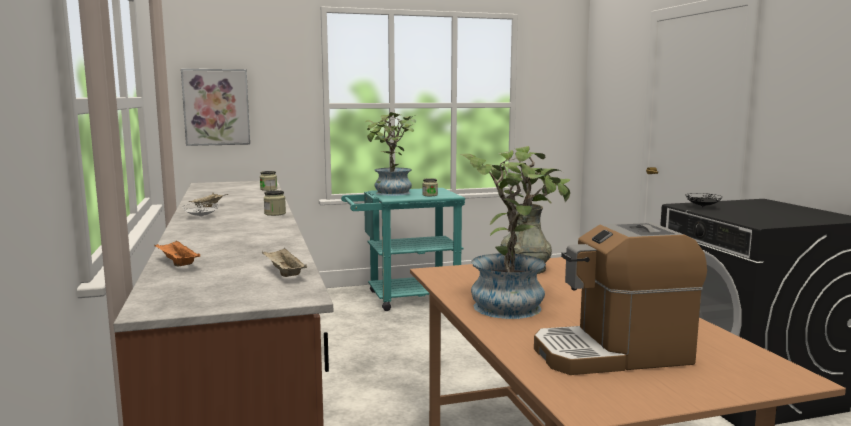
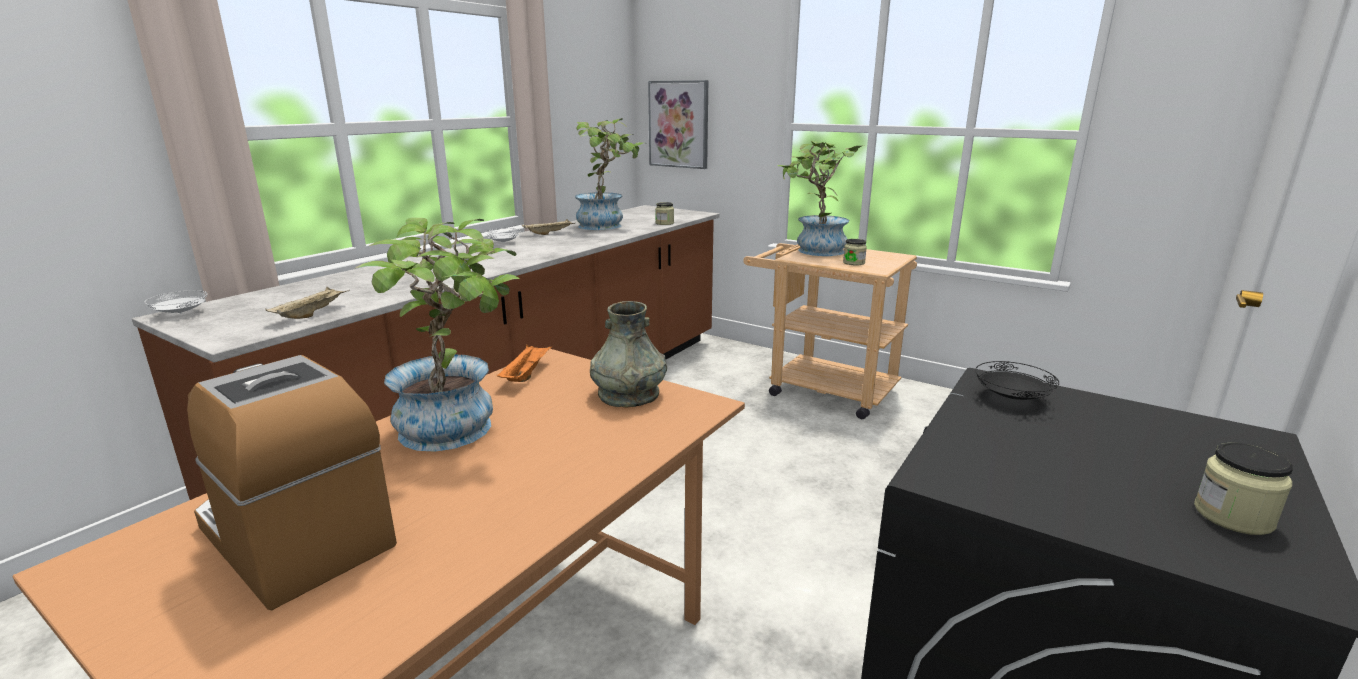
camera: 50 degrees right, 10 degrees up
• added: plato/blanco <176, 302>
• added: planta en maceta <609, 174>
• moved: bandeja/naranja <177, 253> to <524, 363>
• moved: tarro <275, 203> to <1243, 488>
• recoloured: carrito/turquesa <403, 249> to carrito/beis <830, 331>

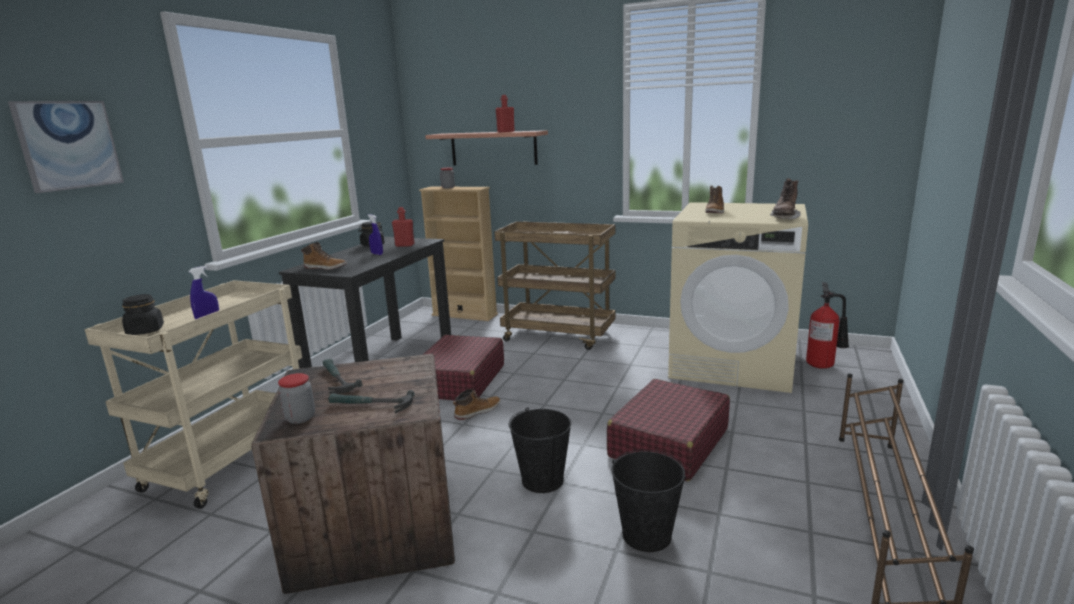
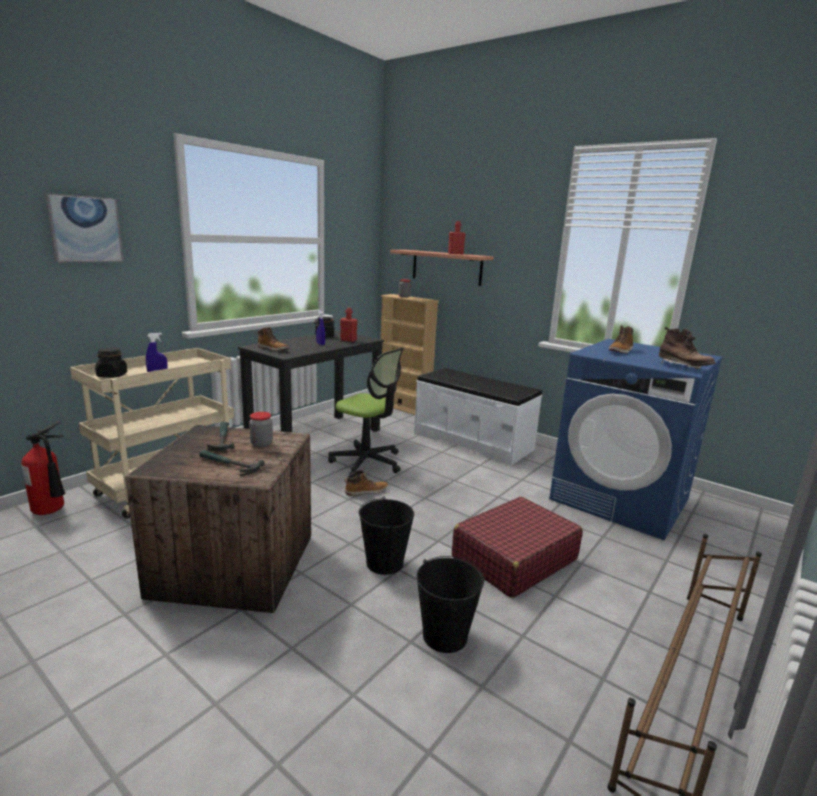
camera: 15 degrees right, 0 degrees up
• moved: tarro <296, 398> to <261, 430>
• moved: extintor <827, 325> to <43, 468>
• replaced: maleta/rojo <463, 368> to silla de oficina <365, 411>
• replaced: carrito/marrón <555, 285> to banco/blanco <478, 417>
• recoloured: lavadora/beis <738, 297> to lavadora/azul <636, 439>
• turned: bota/marrón <785, 199> = <687, 348> 75 degrees counterclockwise

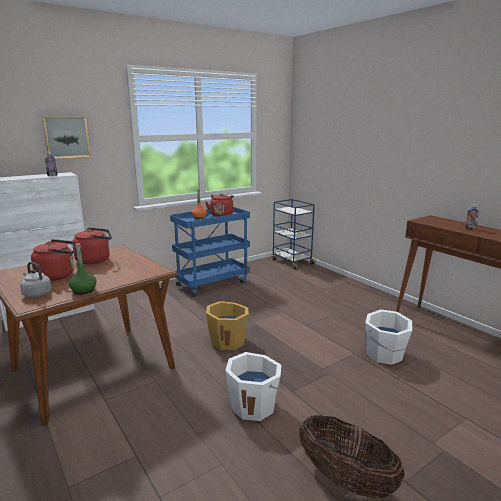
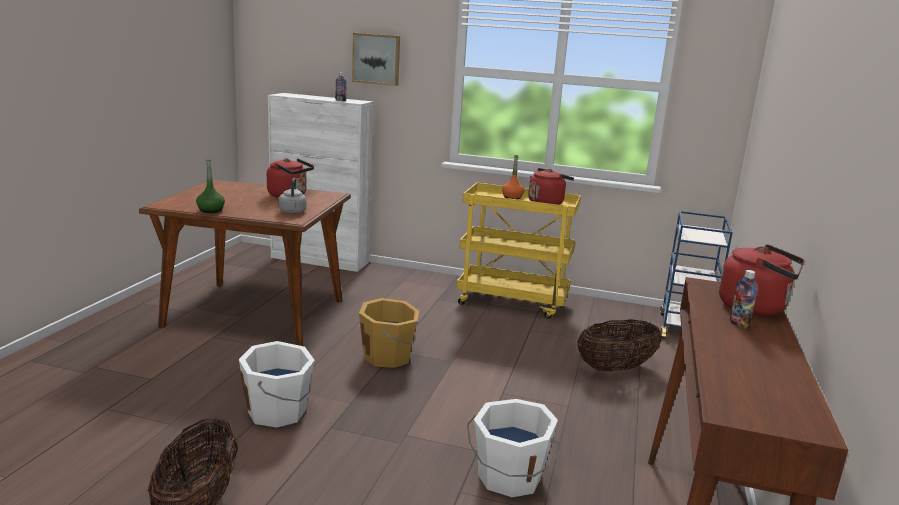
camera: 50 degrees right, 0 degrees up
• added: cesta <619, 345>
• moved: hervidor/gris <35, 279> to <292, 195>
• moved: hervidor/rojo <53, 260> to <761, 280>
• recoloured: carrito/azul <210, 252> to carrito/amarillo <519, 250>

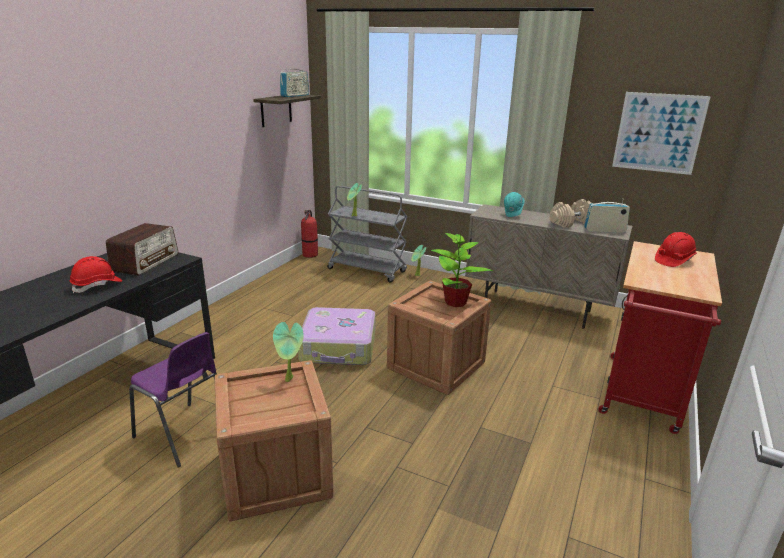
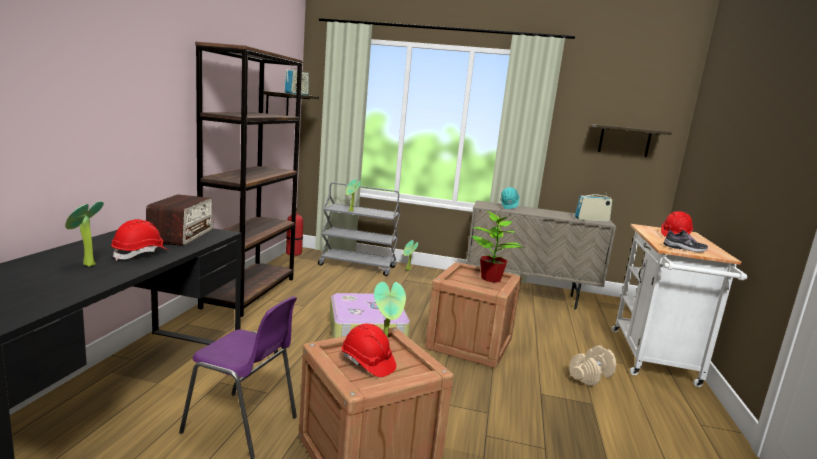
camera: 15 degrees left, 10 degrees down
• added: planta en maceta <84, 234>
• added: estantería/marrón <249, 179>
• added: casco/rojo <369, 350>
• added: zapato <685, 240>
• moved: mancuerna/beis <570, 213> to <592, 365>
• replaced: cuadro <661, 133> to estante <632, 140>
• recoloured: carrito/rojo <660, 337> to carrito/blanco <679, 305>

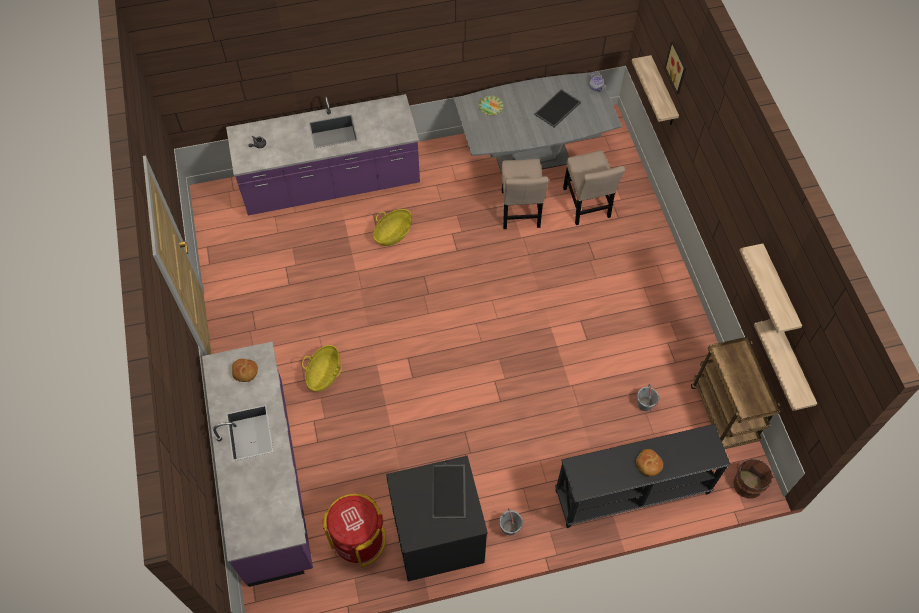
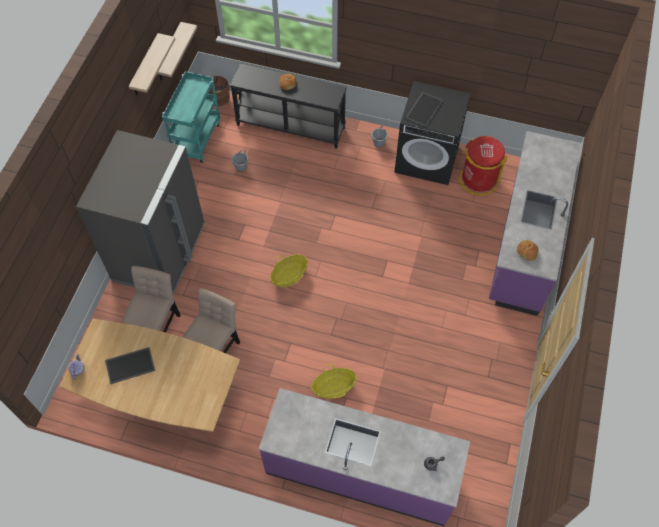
camera: 150 degrees left, 0 degrees up
• removed: plato <491, 105>
• removed: estante <655, 90>
• removed: cuadro <675, 67>
• added: nevera/gris <140, 212>
• moved: cesta <322, 368> to <289, 271>
• recoloured: mesa de comedor/gris <538, 123> to mesa de comedor/marrón <150, 375>
• recoloured: carrito/marrón <736, 393> to carrito/turquesa <191, 117>

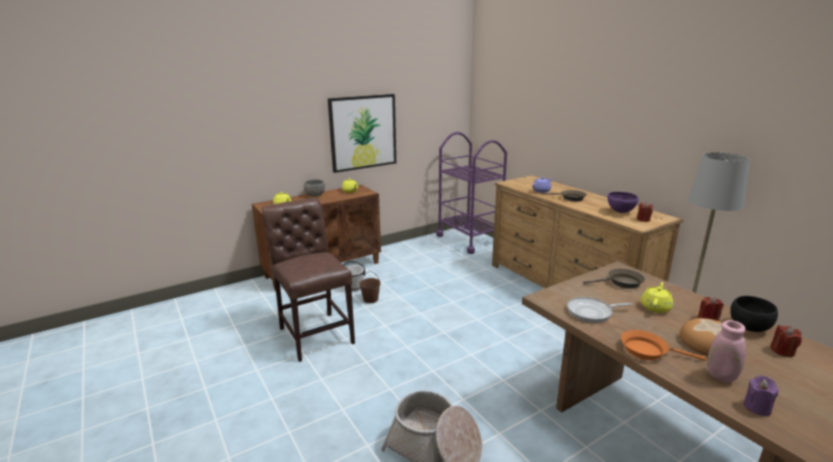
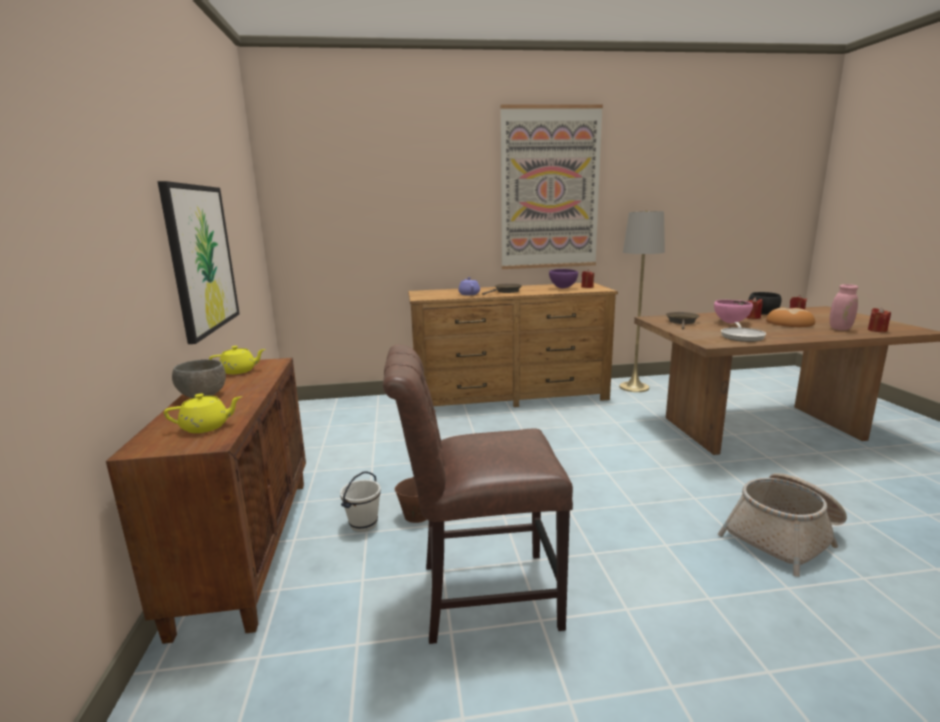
camera: 65 degrees left, 5 degrees down
• removed: carrito/morado <471, 193>
• removed: sartén/naranja <663, 345>
• added: cuadro <551, 186>
• replaced: tetera/amarillo <657, 297> to cuenco/rosa <733, 311>
• recoloured: vela/morado <761, 396> to vela/rojo <879, 320>

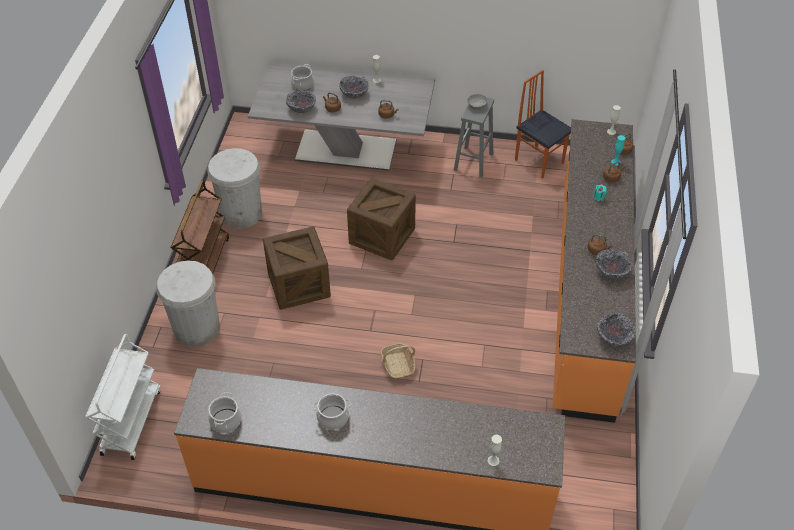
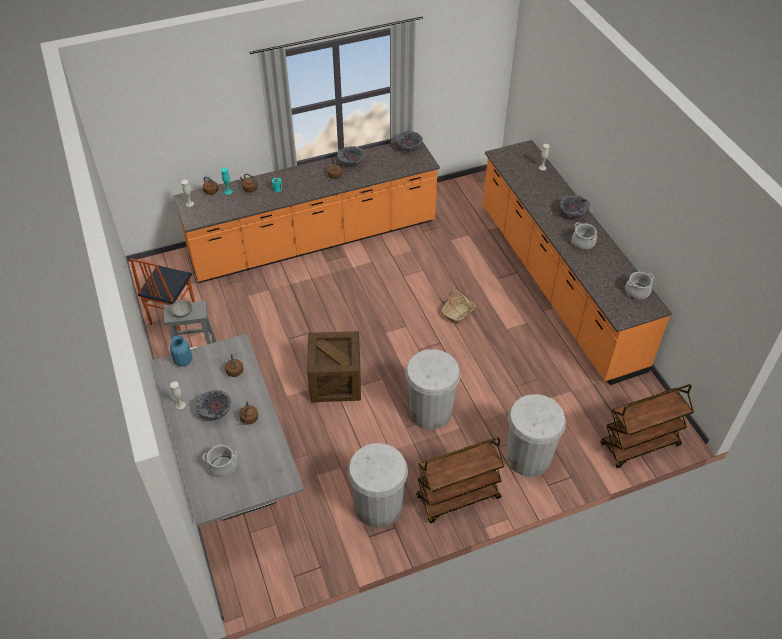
camera: 120 degrees left, 0 degrees up
• added: florero/azul <181, 351>
• moved: cuenco <301, 101> to <575, 206>
• replaced: caja de embalaje <297, 268> to papelera/blanco <433, 389>
• recoloured: carrito/blanco <123, 397> to carrito/marrón <647, 426>

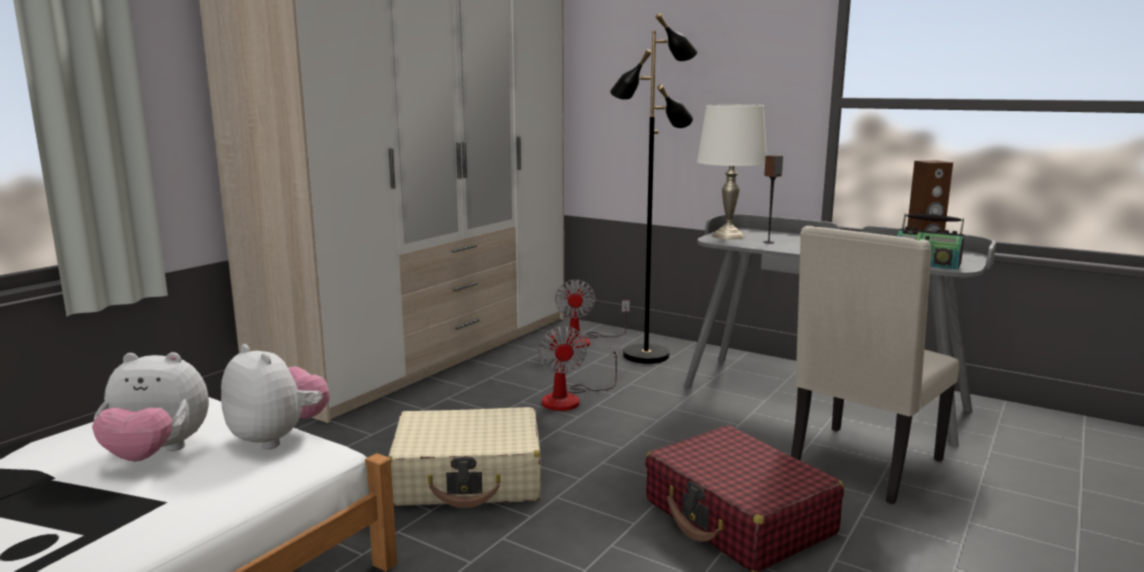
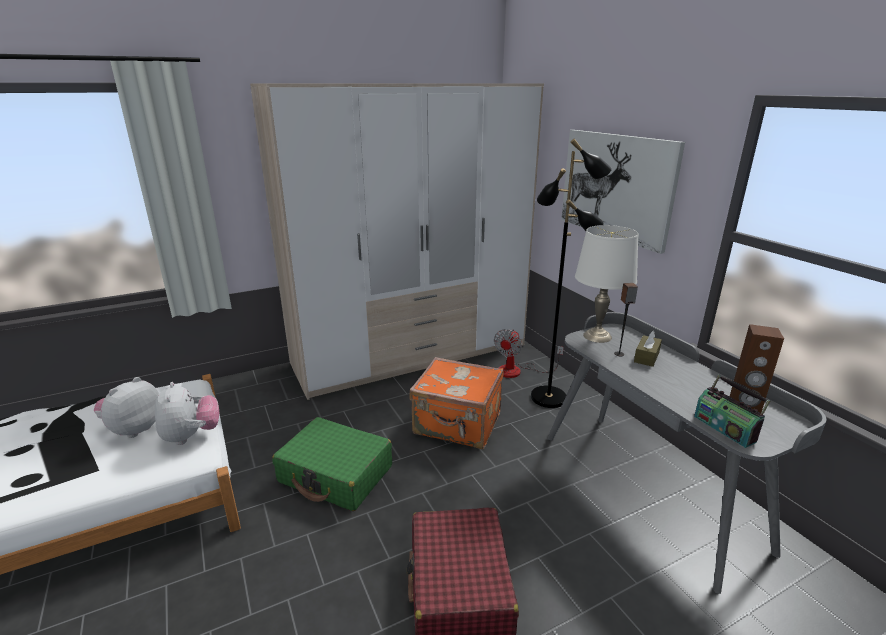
camera: 30 degrees right, 10 degrees up
• removed: silla/beis <875, 365>
• added: cuadro <623, 192>
• added: caja de pañuelos/marrón <648, 349>
• replaced: ventilador <578, 368> to maleta/naranja <456, 403>
• recoloured: maleta/beis <464, 457> to maleta/verde <332, 464>
• turned: peluche <150, 406> = <126, 407> 90 degrees clockwise

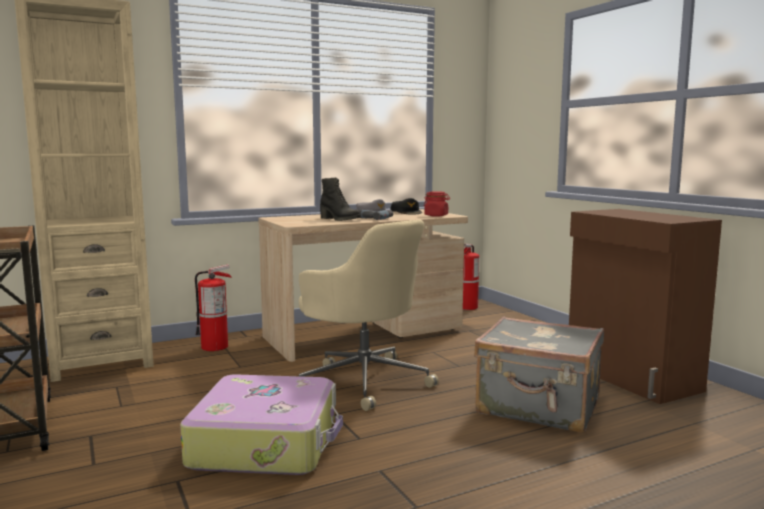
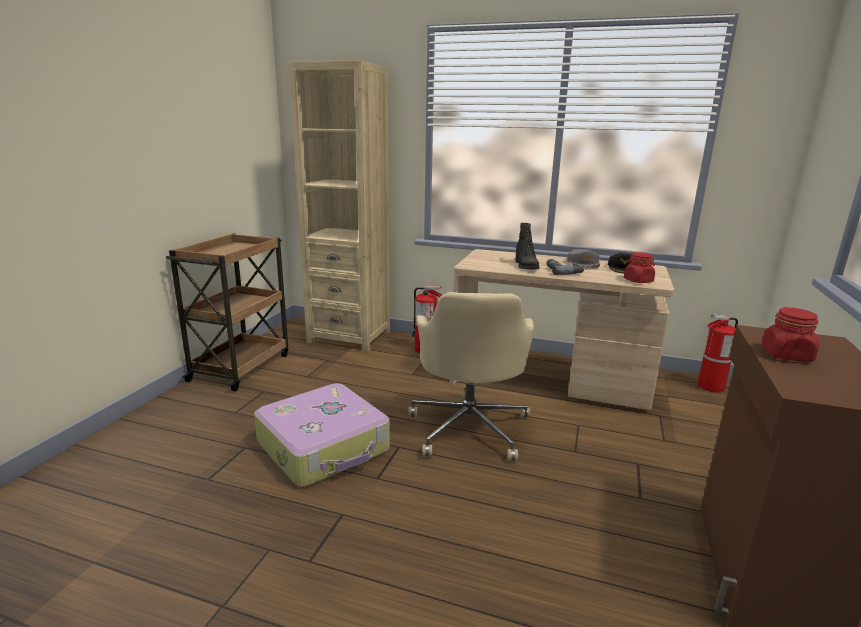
camera: 45 degrees right, 10 degrees up
• removed: maleta/gris <539, 375>
• added: tarro/rojo <790, 334>

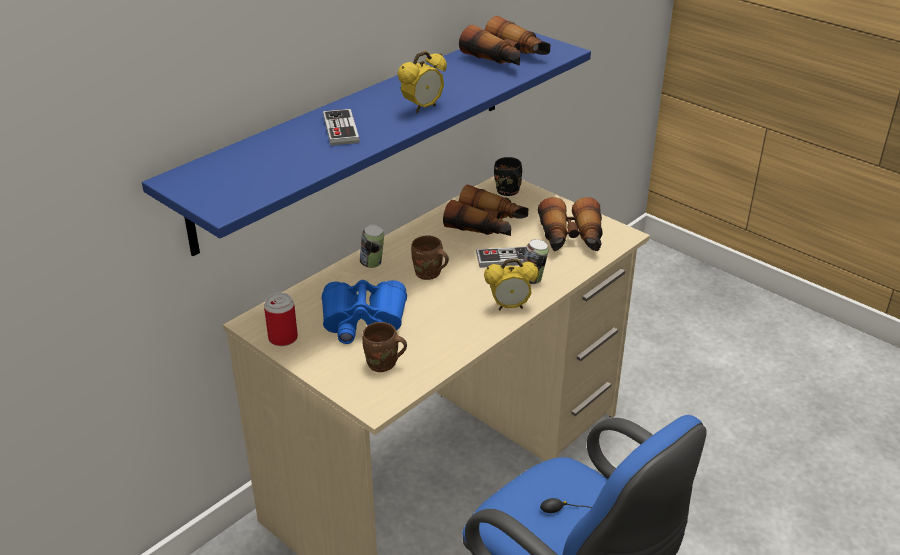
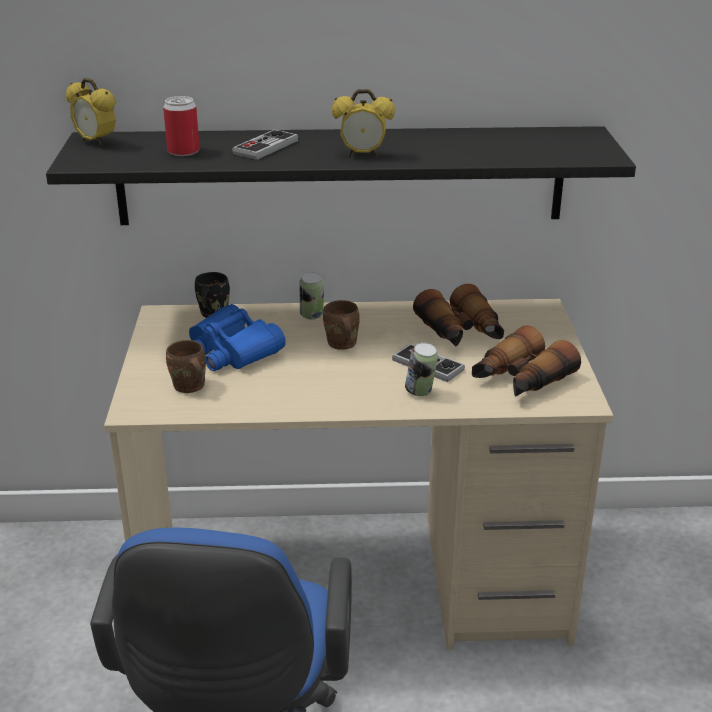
camera: 45 degrees right, 5 degrees down
• removed: prismáticos <504, 41>
• moved: lata <281, 319> to <181, 126>
• moved: despertador <511, 284> to <91, 112>
• moved: taza grande/negro <508, 176> to <212, 295>
• recoloured: estante/azul <366, 144> to estante/negro <341, 175>

